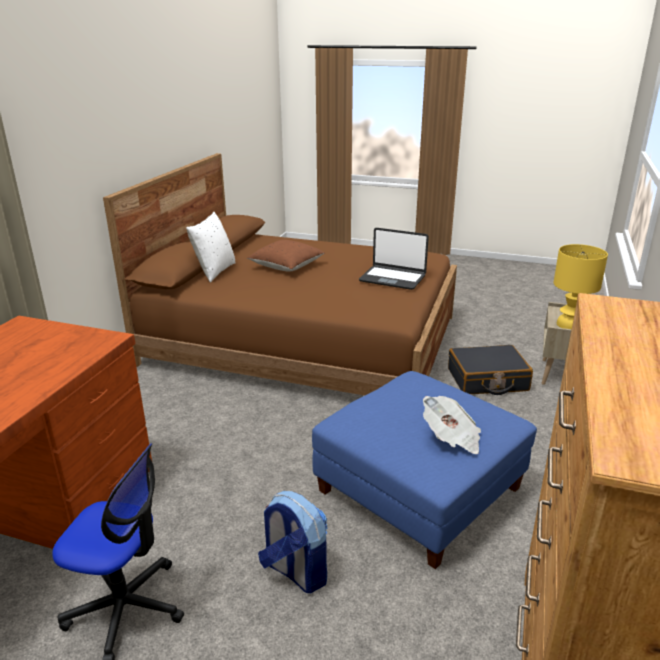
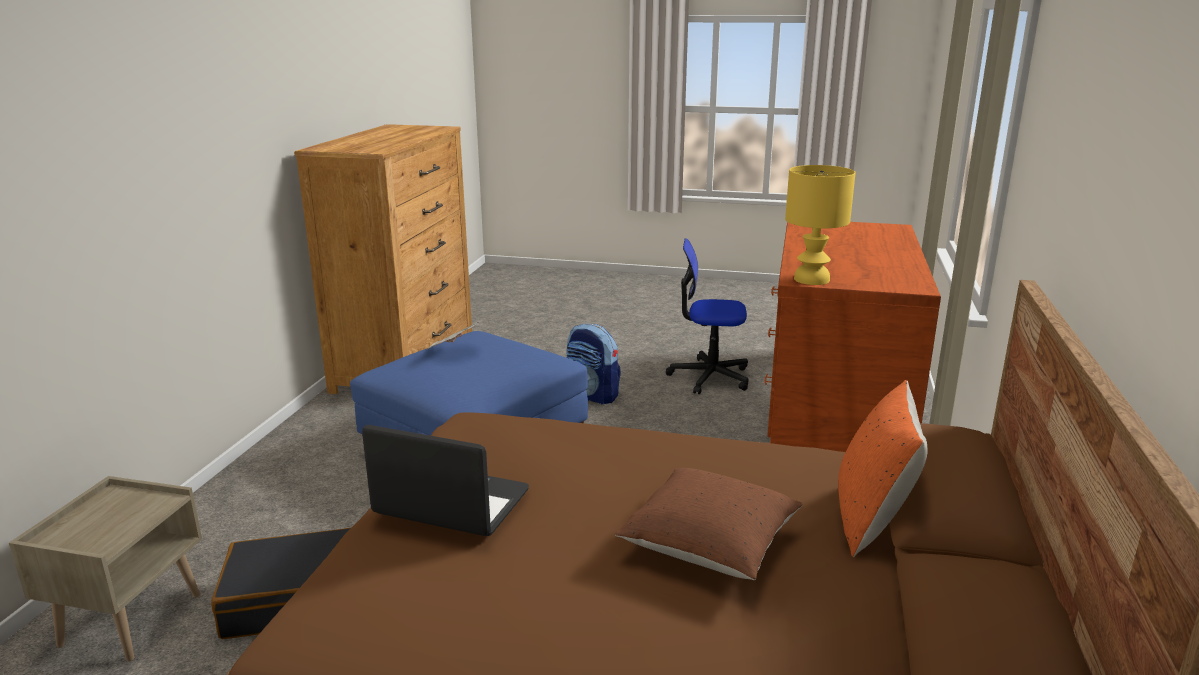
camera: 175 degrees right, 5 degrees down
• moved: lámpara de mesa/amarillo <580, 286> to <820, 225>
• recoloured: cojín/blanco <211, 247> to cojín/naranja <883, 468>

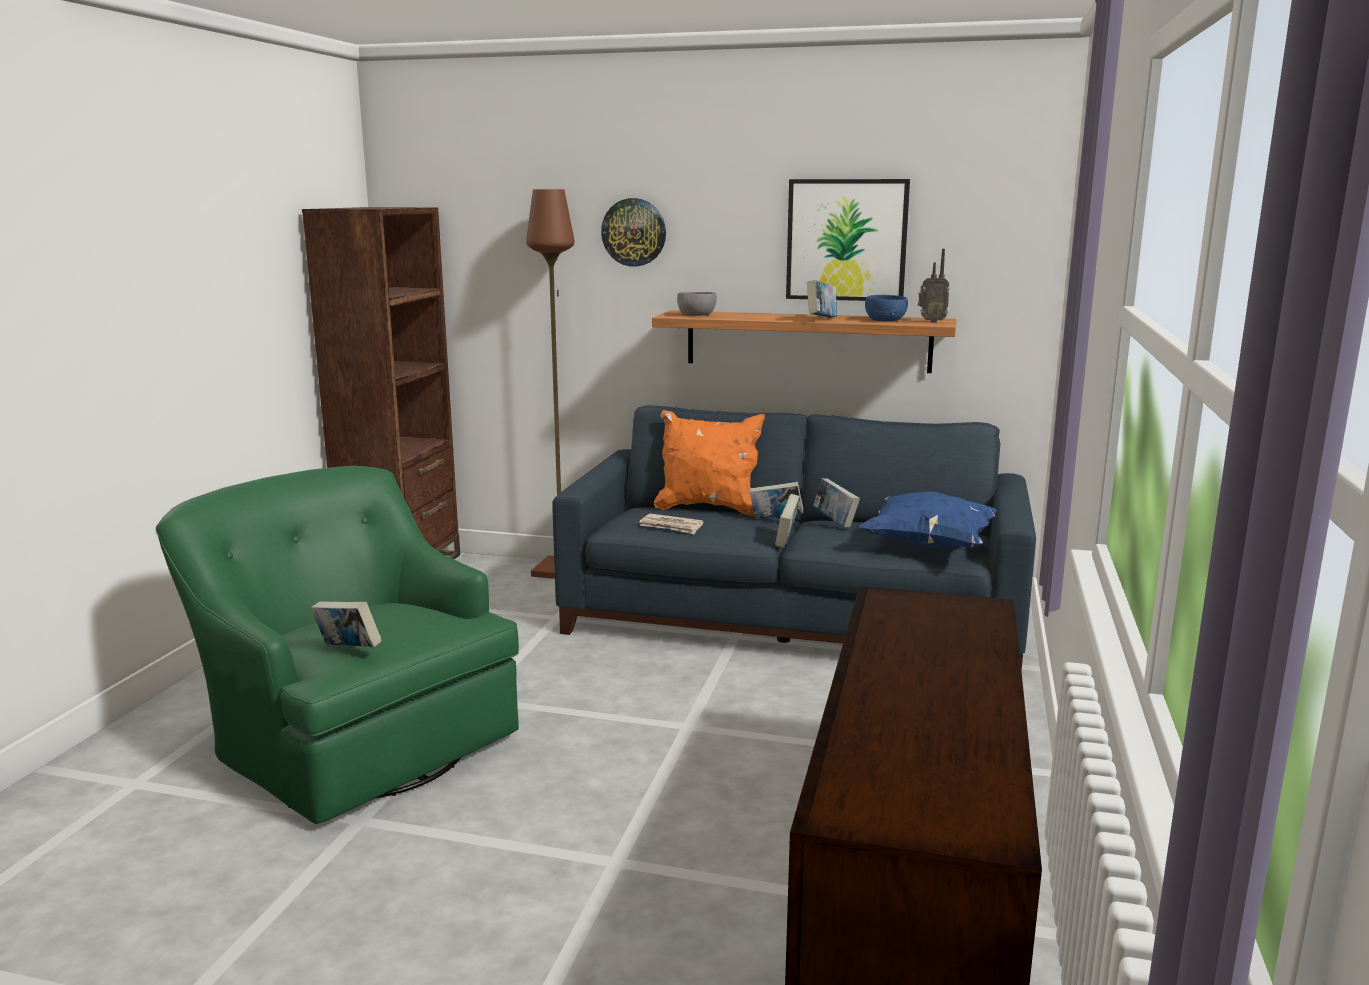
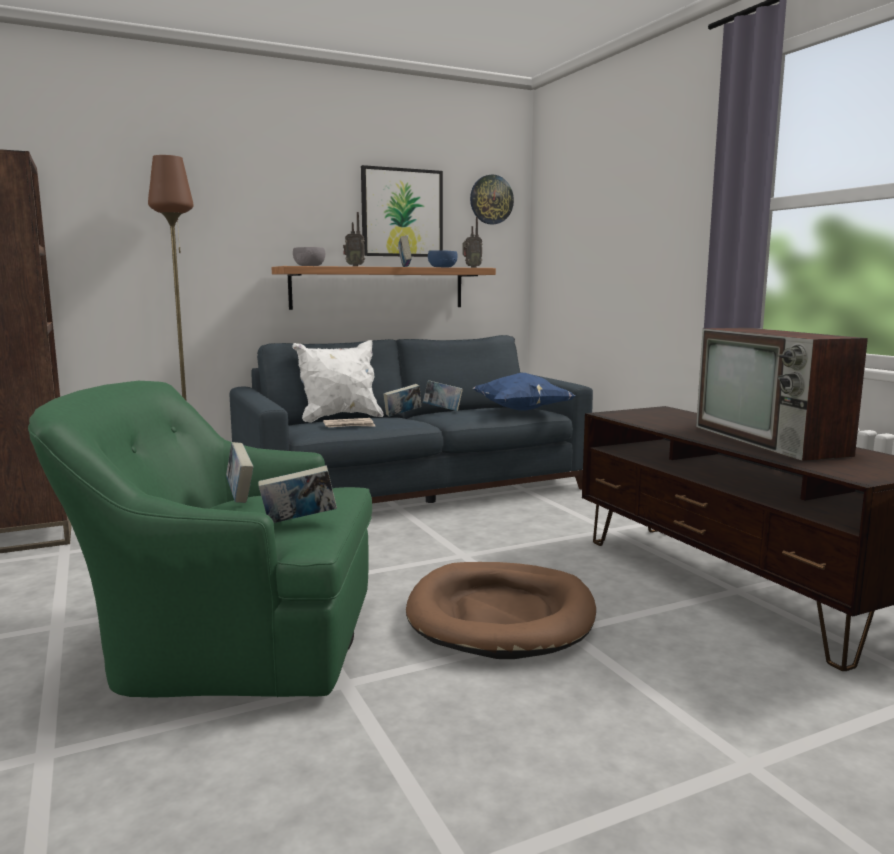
camera: 40 degrees left, 5 degrees down
• added: radio <354, 239>
• added: cama para perro/marrón <501, 610>
• added: televisor <782, 394>
• moved: reloj de pared <633, 232> to <492, 199>
• moved: libro <787, 521> to <240, 472>
• recoloured: cojín/naranja <709, 463> to cojín/blanco <337, 381>

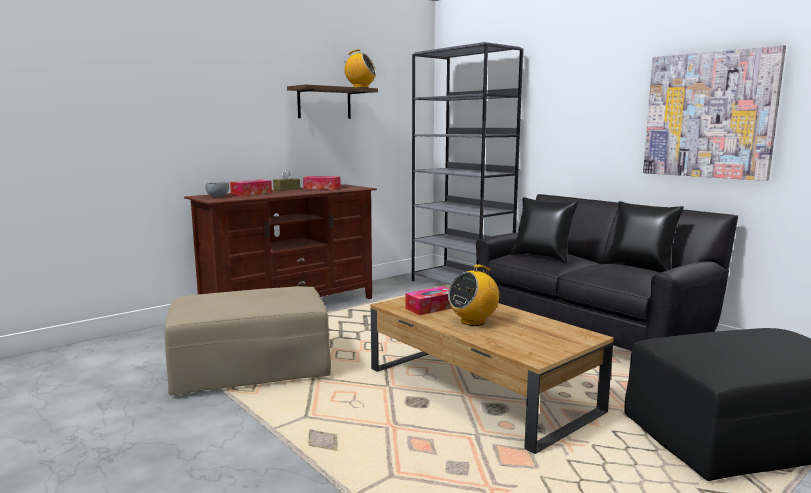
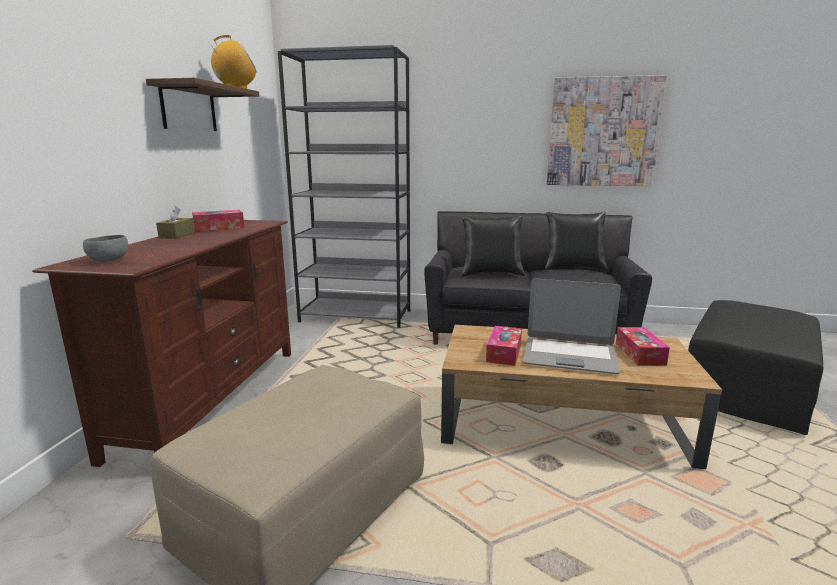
camera: 40 degrees left, 5 degrees up
• moved: caja de pañuelos <251, 188> to <643, 346>
• replaced: radio <473, 295> to portátil <572, 326>

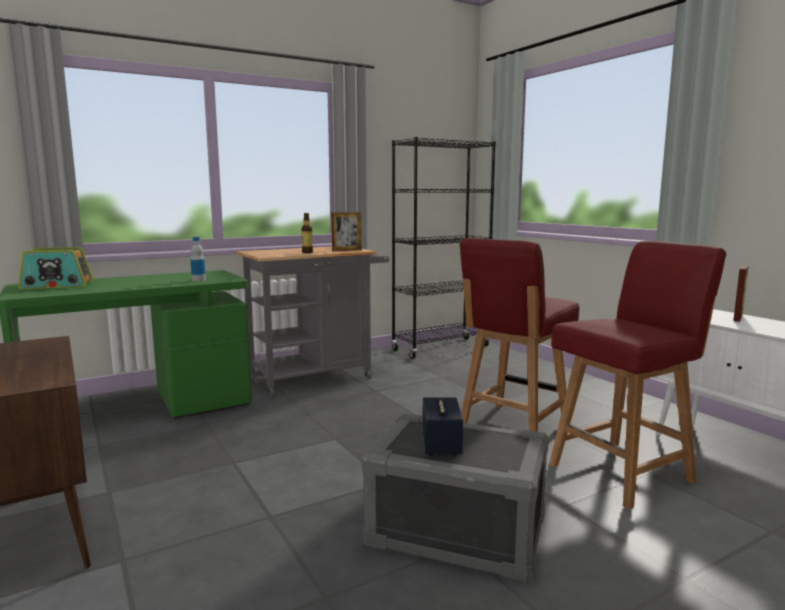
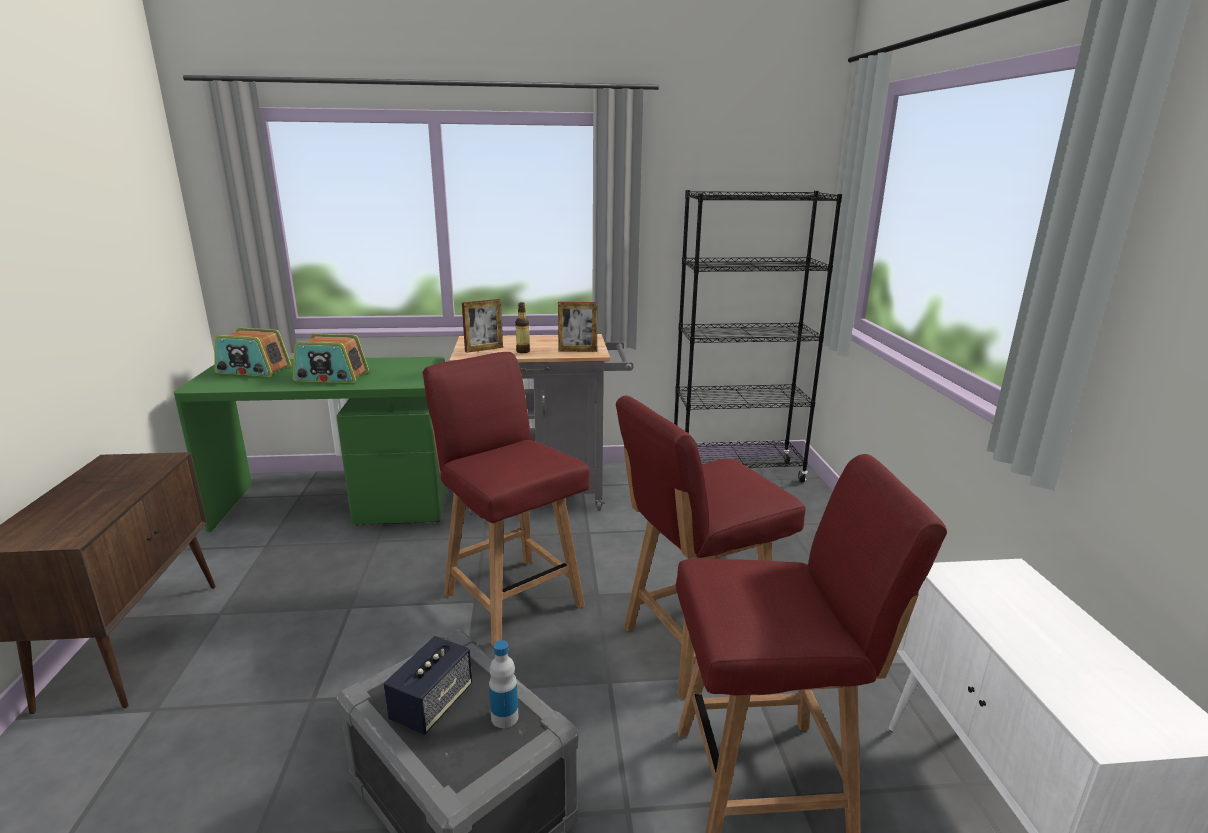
camera: 25 degrees right, 10 degrees up
• added: radio <331, 358>
• added: silla/rojo <506, 499>
• moved: botella <198, 259> to <503, 684>
• moved: portarretratos <741, 293> to <482, 326>

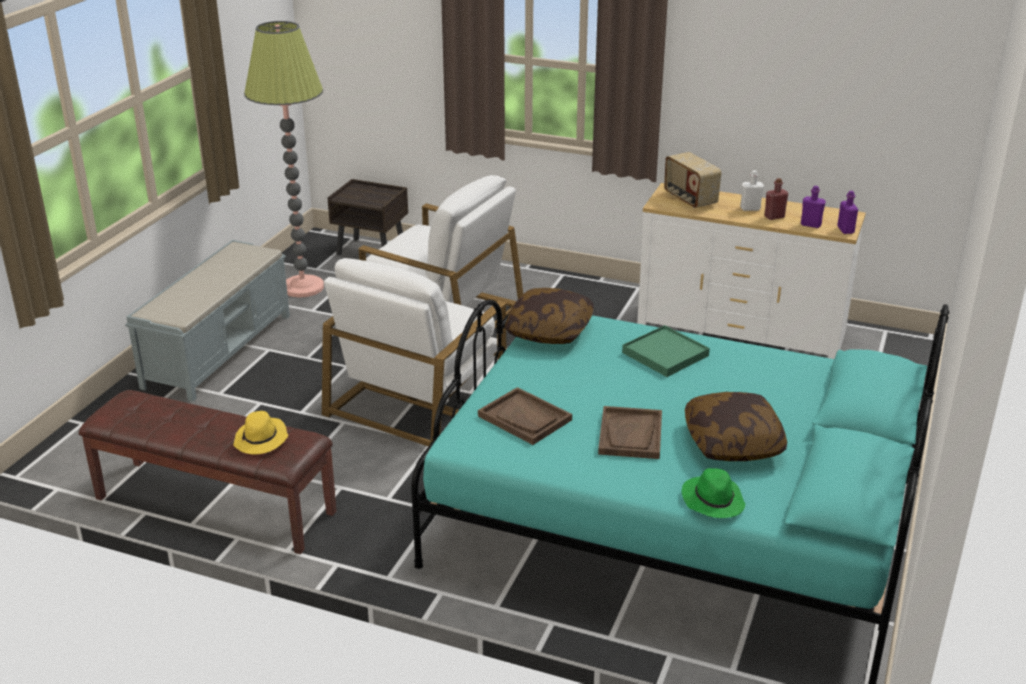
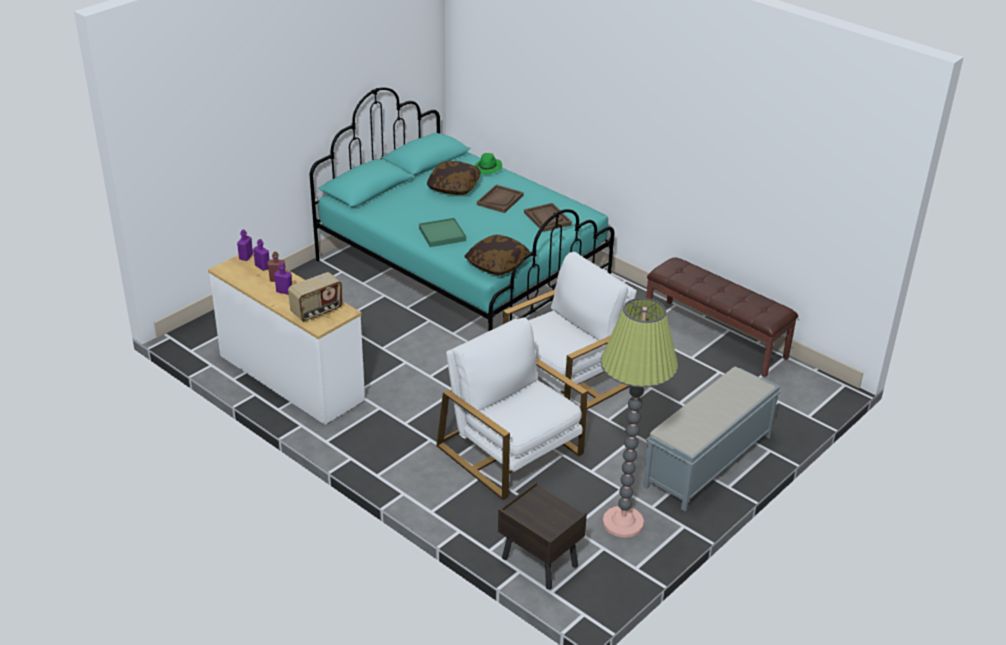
camera: 160 degrees left, 5 degrees up
• removed: sombrero/amarillo <260, 432>
• recoloured: botella/blanco <752, 190> to botella/morado <283, 279>
• turned: radio <692, 180> = <315, 296> 60 degrees clockwise

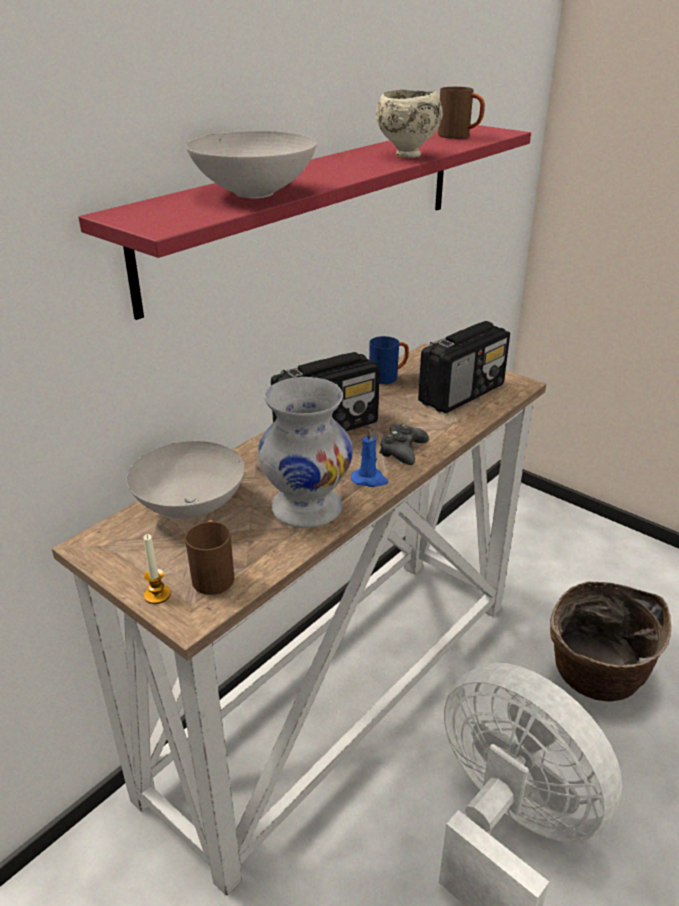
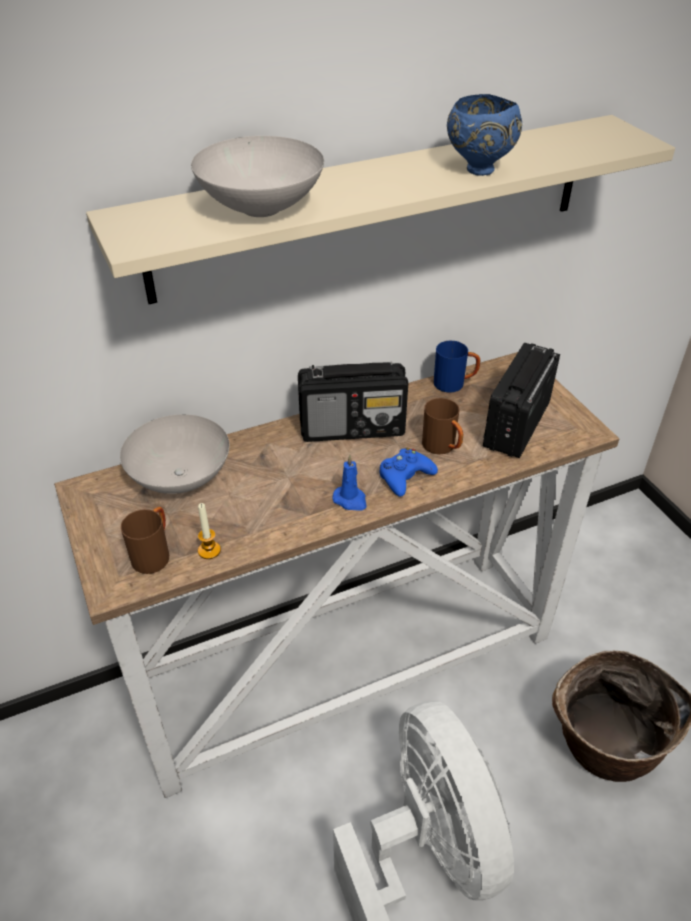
camera: 25 degrees right, 10 degrees up
• removed: florero/blanco <305, 452>
• moved: vela <157, 569> to <209, 531>
• moved: taza grande/marrón <461, 113> to <442, 426>
• recoloured: estante/rojo <305, 222> to estante/beis <380, 209>
• recoloured: cuenco/beis <409, 123> to cuenco/azul <484, 135>
• recoloured: mando de consola/negro <404, 444> to mando de consola/azul <409, 472>
• turned: radio <464, 367> = <521, 400> 135 degrees clockwise

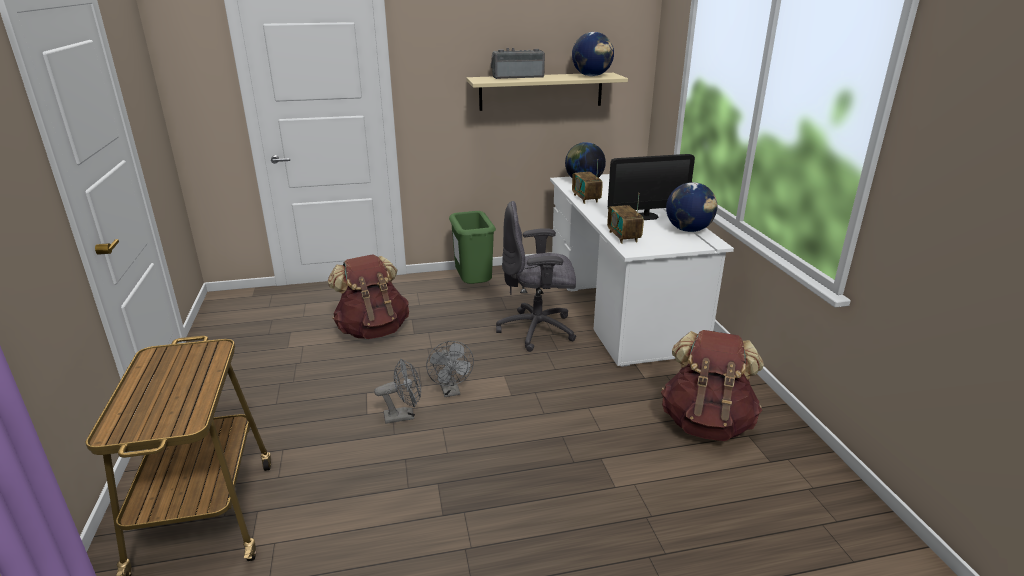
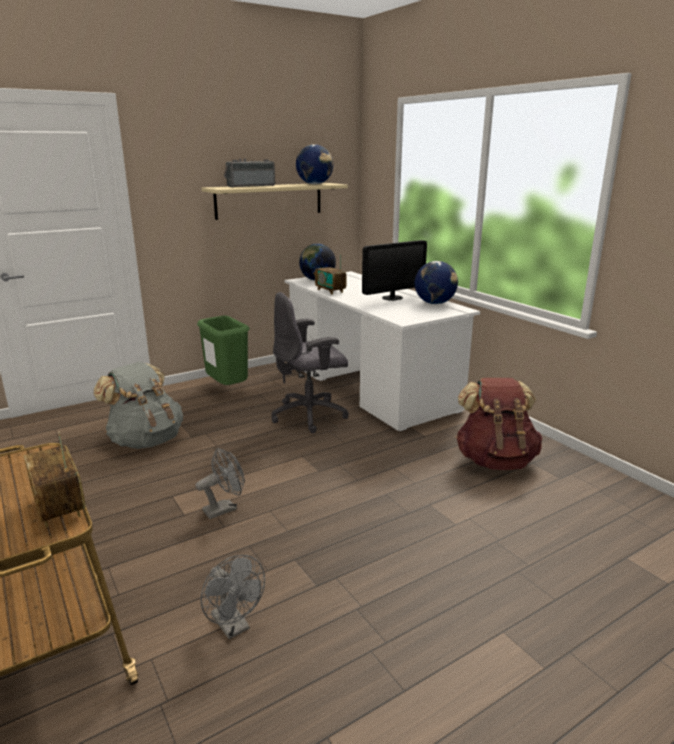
camera: 20 degrees left, 5 degrees down
• moved: ventilador/gris <450, 369> to <232, 597>
• moved: radio <625, 218> to <54, 479>
• recoloured: mochila/marrón <368, 297> to mochila/gris <138, 405>

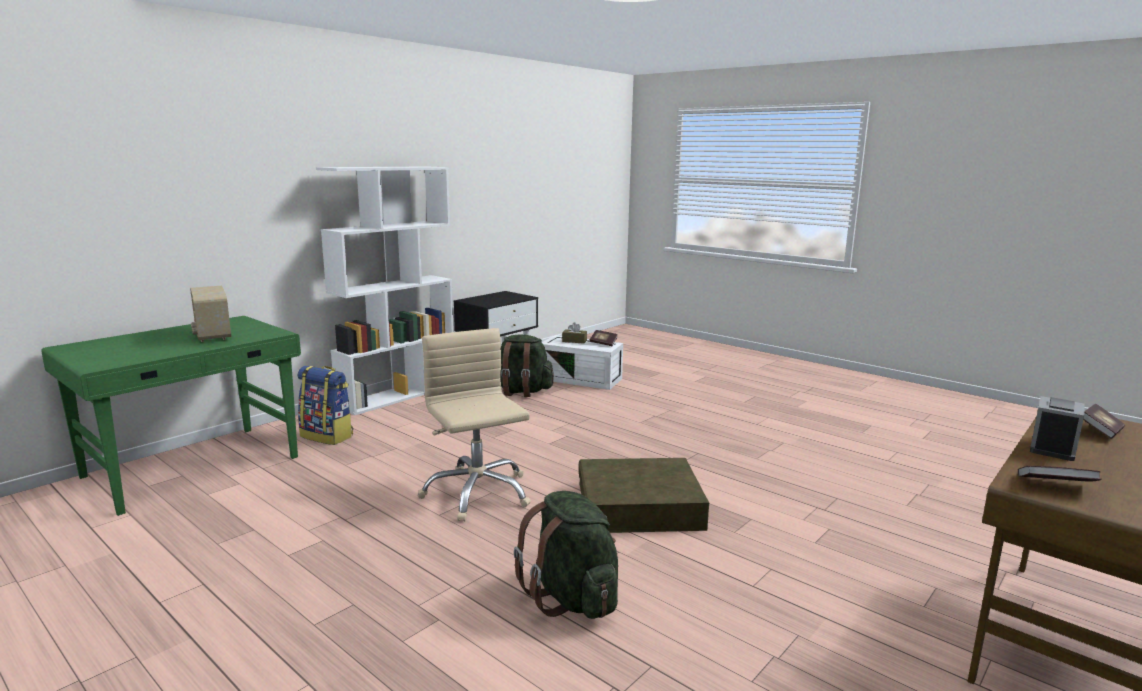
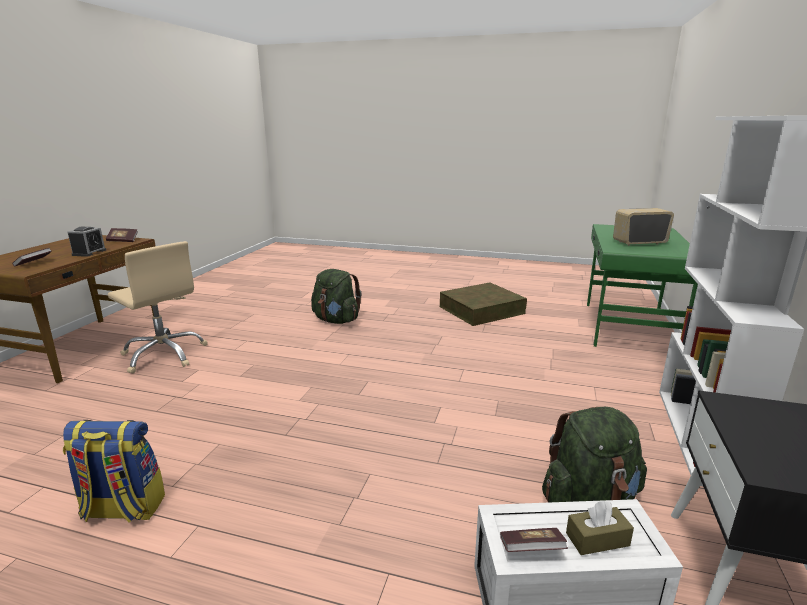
camera: 155 degrees right, 5 degrees up
• moved: mochila <325, 405> to <114, 471>
• moved: silla de oficina/beis <474, 424> to <158, 307>
• moved: caja de almacenaje/marrón <644, 495> to <483, 304>
• turned: radio <210, 314> = <643, 227> 45 degrees counterclockwise

